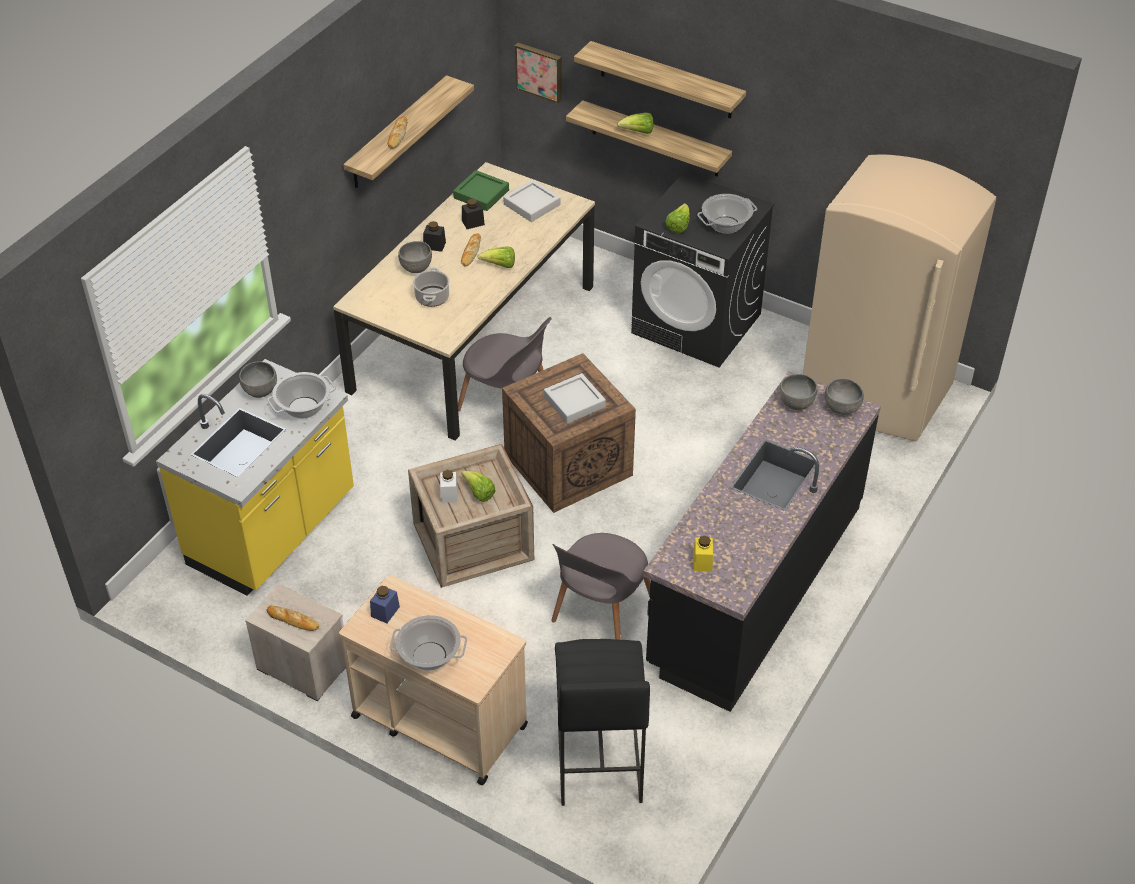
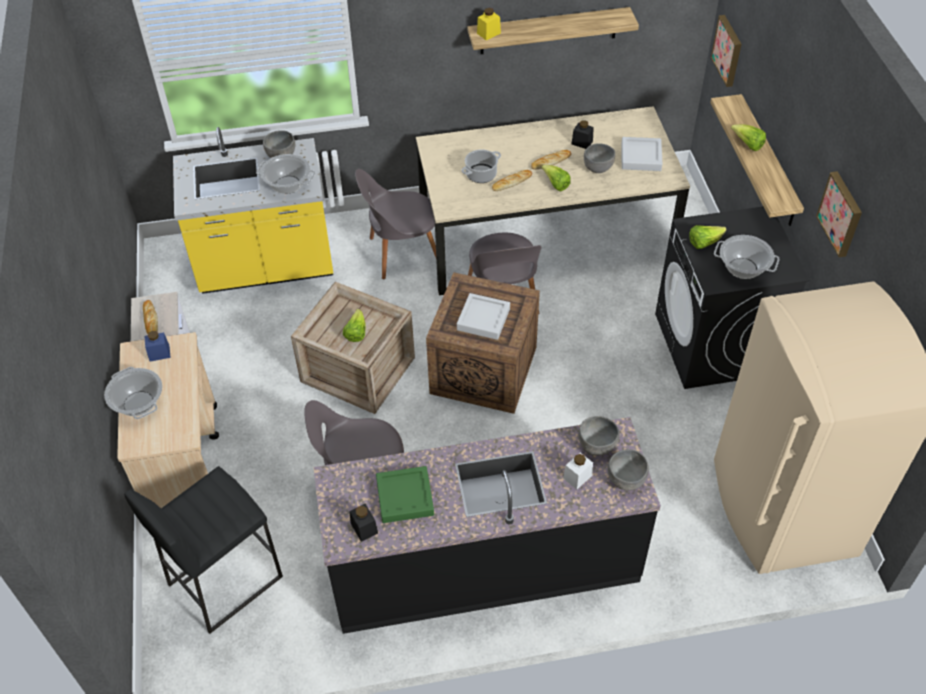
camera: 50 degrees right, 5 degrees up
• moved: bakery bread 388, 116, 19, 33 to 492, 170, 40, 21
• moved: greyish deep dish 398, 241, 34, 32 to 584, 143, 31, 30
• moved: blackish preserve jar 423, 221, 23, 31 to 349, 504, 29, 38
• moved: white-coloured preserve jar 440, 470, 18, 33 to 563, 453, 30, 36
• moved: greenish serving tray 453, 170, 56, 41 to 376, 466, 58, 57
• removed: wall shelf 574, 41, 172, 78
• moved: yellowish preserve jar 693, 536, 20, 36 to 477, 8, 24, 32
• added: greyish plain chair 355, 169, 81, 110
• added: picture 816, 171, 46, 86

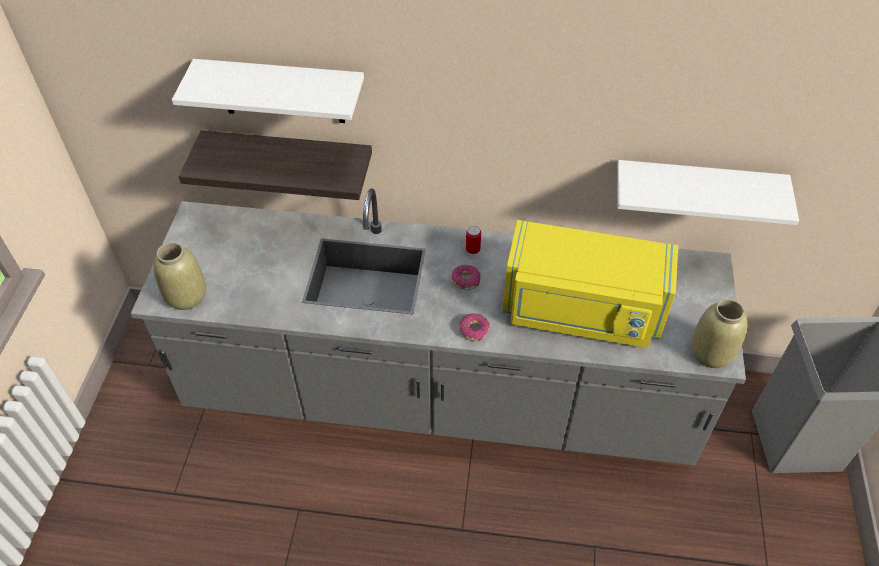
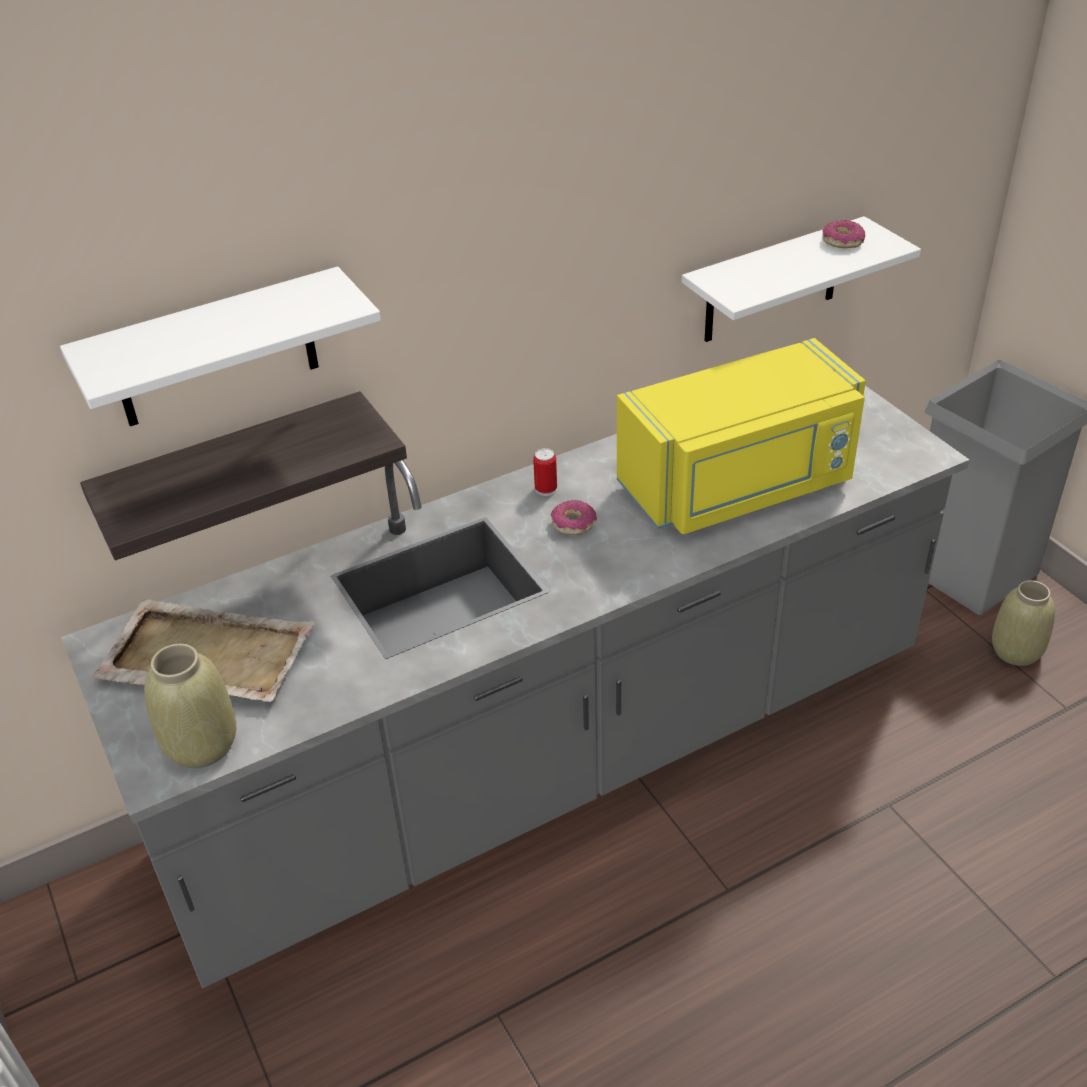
camera: 35 degrees left, 10 degrees down
• moved: donut 459, 313, 31, 28 to 822, 220, 43, 28
• moved: beige vase 691, 299, 56, 69 to 992, 580, 63, 86
• added: beige serving tray 92, 599, 223, 103

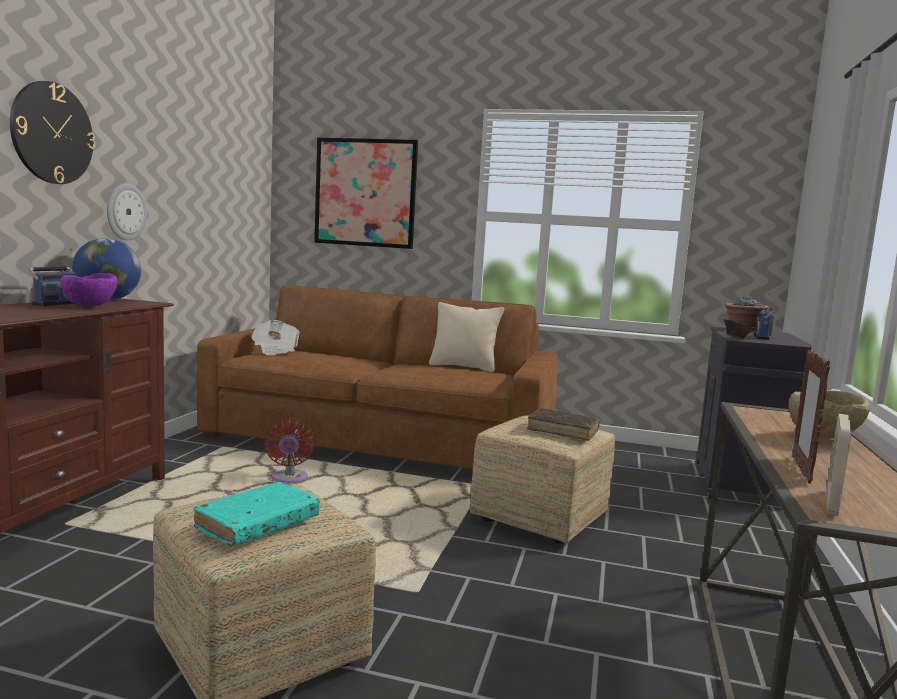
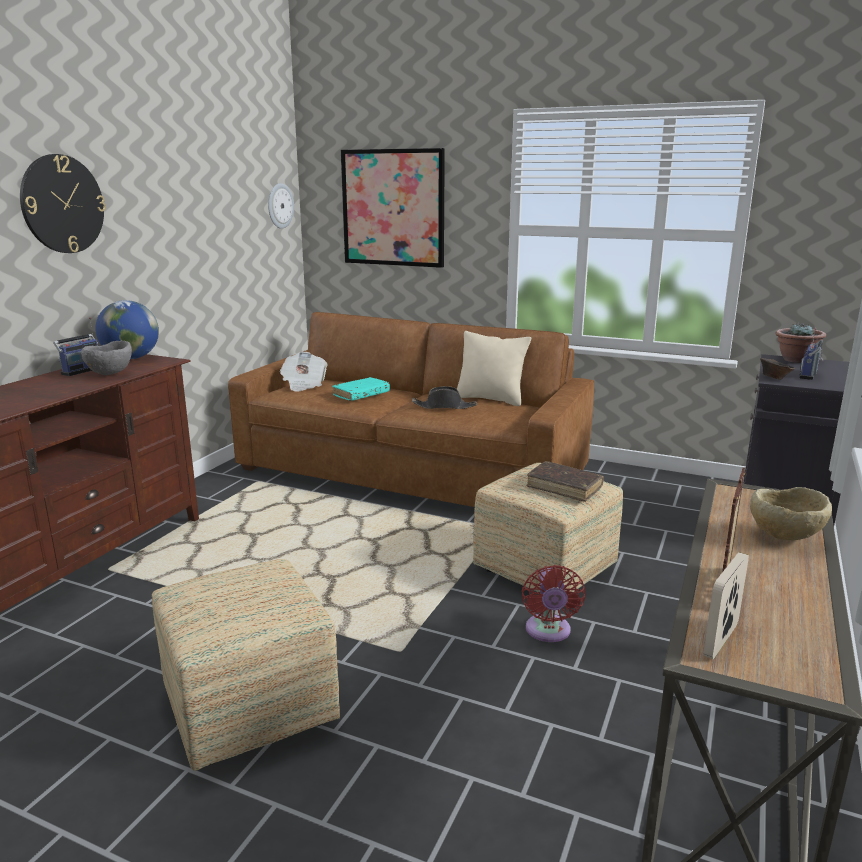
camera: 10 degrees right, 10 degrees up
• recoloured: purple deep dish 61, 273, 56, 34 to greyish deep dish 81, 341, 51, 34
• moved: wall clock 107, 183, 40, 57 to 268, 183, 26, 46
• moved: turquoise bound book 193, 482, 127, 64 to 332, 377, 58, 24
• moved: red cooling fan 264, 419, 50, 64 to 522, 565, 63, 77
• added: blackish clothing hat 412, 386, 65, 23

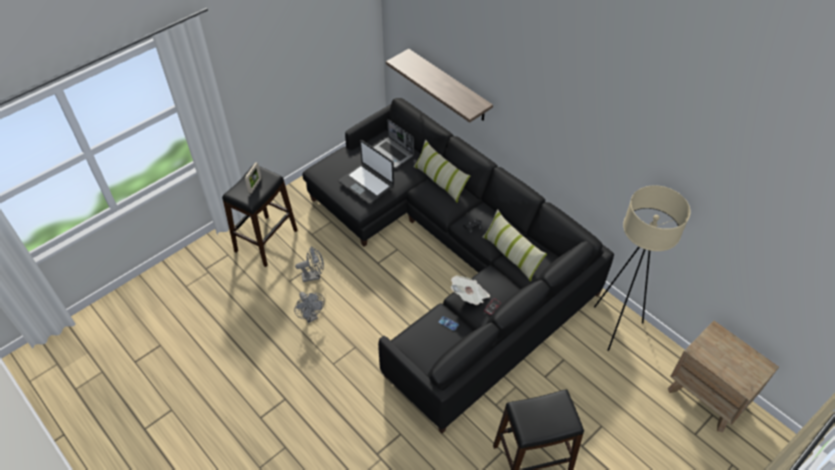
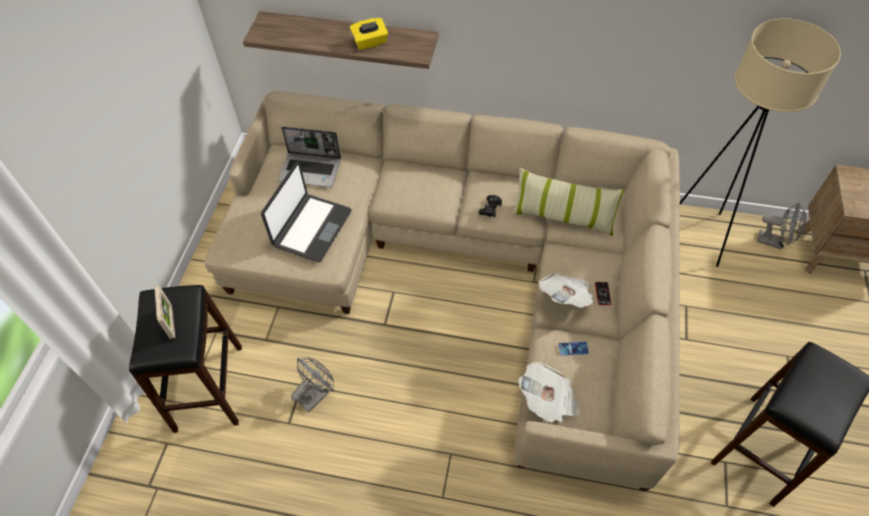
camera: 35 degrees left, 5 degrees up
• moved: greyish cooling fan 294, 292, 31, 31 to 757, 203, 49, 47
• recoloured: blackish settee 302, 98, 312, 335 to beige settee 205, 91, 475, 400
• turned: laptop 338, 140, 56, 64 = 261, 161, 91, 101 75 degrees counterclockwise
• removed: pillow 414, 140, 56, 63
• added: yellowish tissue holder 349, 18, 39, 32
• added: printed paper 519, 361, 61, 62

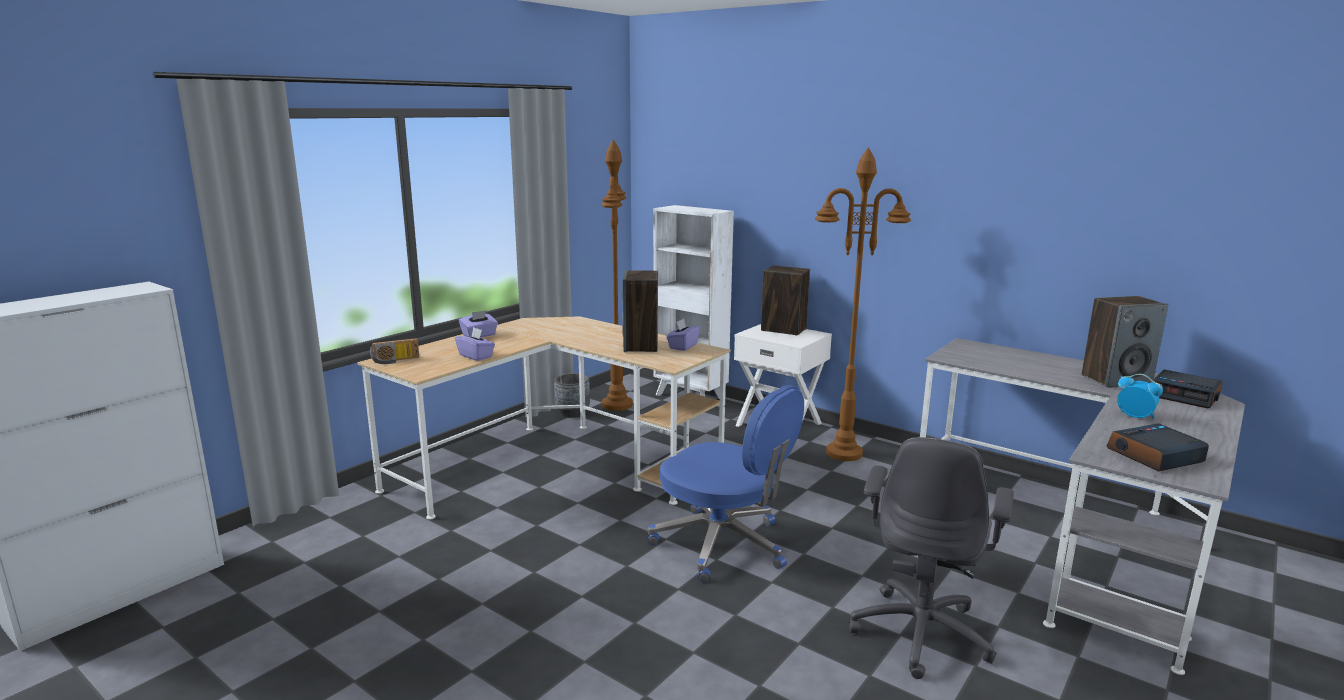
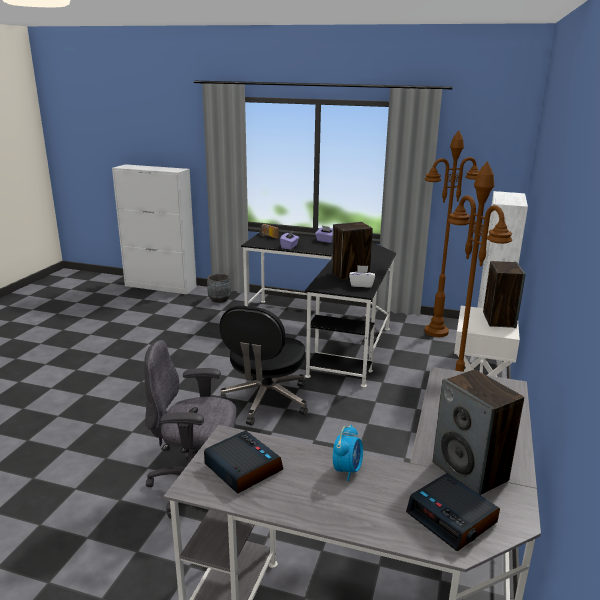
camera: 70 degrees right, 5 degrees up
• recoloured: beige desk 357, 316, 374, 204 to blackish desk 241, 232, 155, 155
• moved: greyish flower pot 554, 373, 36, 45 to 207, 274, 24, 29
• recoloured: bluish computer chair 648, 385, 156, 198 to blackish computer chair 220, 306, 88, 120
• recoloured: purple tissue holder 666, 318, 34, 33 to white-coloured tissue holder 349, 265, 26, 22
• turned: table clock 1153, 369, 70, 39 = 406, 473, 94, 78 60 degrees counterclockwise

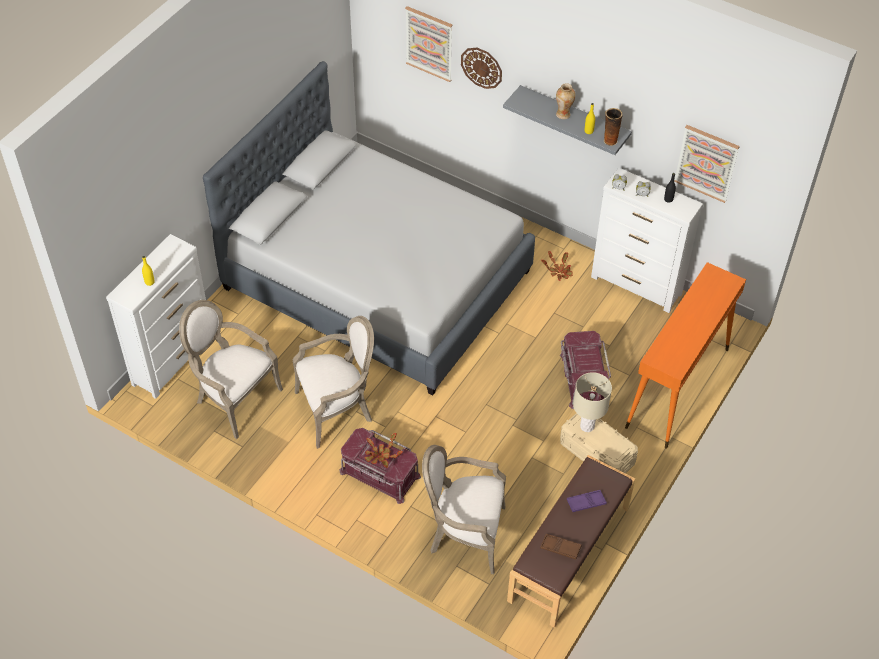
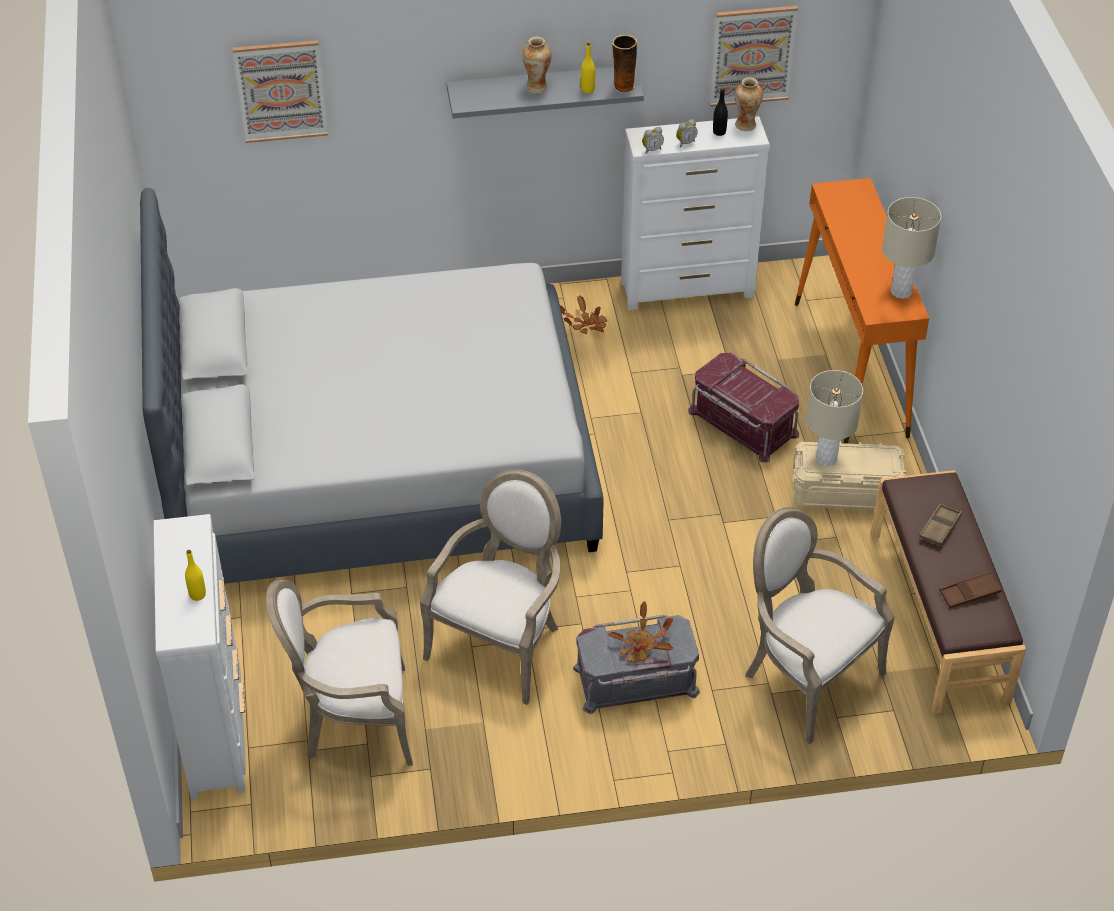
camera: 40 degrees left, 5 degrees down
• recoloured: red storage container 339, 428, 82, 76 to greyish storage container 573, 615, 127, 99
• turned: lounge chair 422, 445, 84, 129 = 745, 507, 150, 237 75 degrees clockwise
• removed: wall clock 461, 47, 41, 42
• recoloured: purple serving tray 567, 490, 40, 22 to brown serving tray 919, 503, 43, 43
• added: vase 735, 77, 28, 54
• added: beige lamp for a table 882, 197, 59, 102

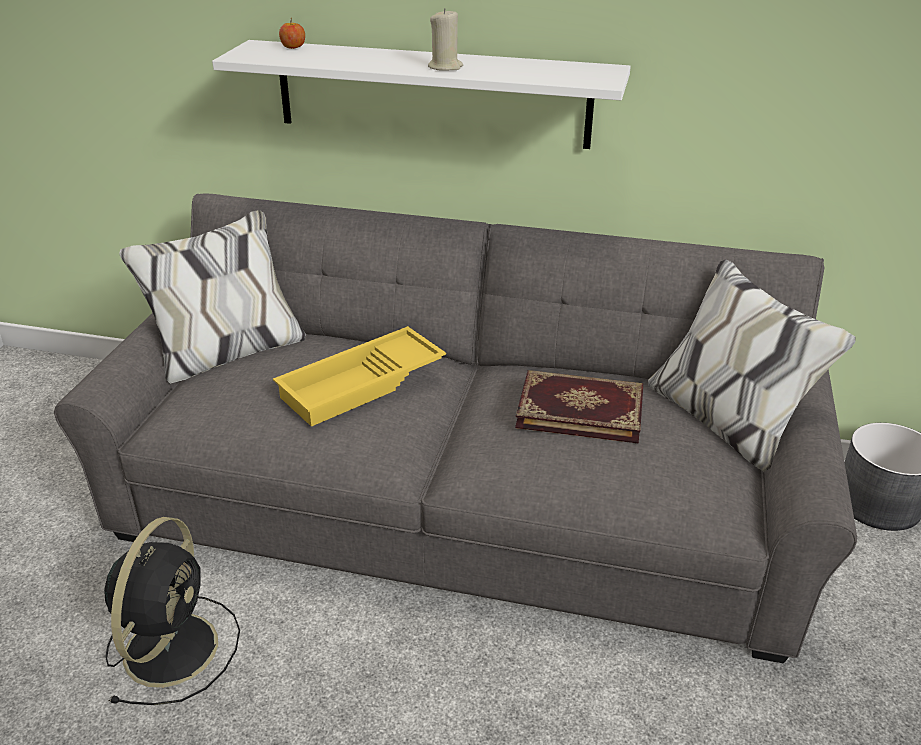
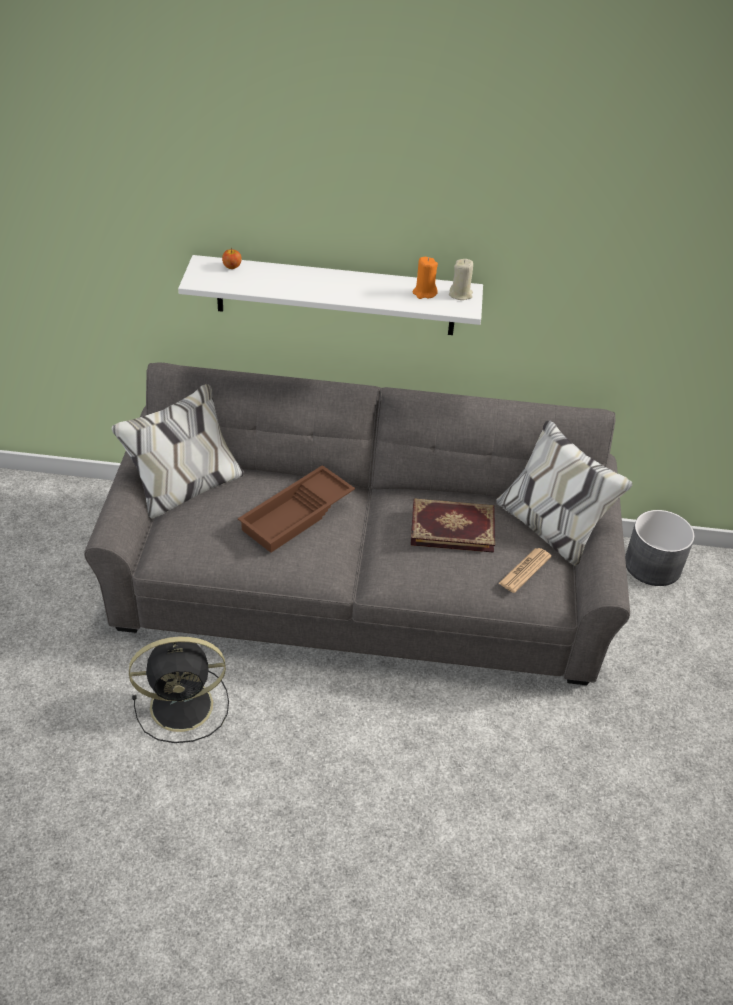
camera: 10 degrees left, 10 degrees up
• turned: blackish cooling fan 104, 517, 136, 188 = 129, 637, 100, 106 75 degrees clockwise
• recoloured: yellowish serving tray 273, 326, 173, 101 to brown serving tray 238, 465, 117, 88
• moved: beige wax candle 428, 8, 35, 63 to 449, 259, 24, 41
• added: orange wax candle 413, 257, 25, 42
• added: printed paper 498, 548, 54, 45

